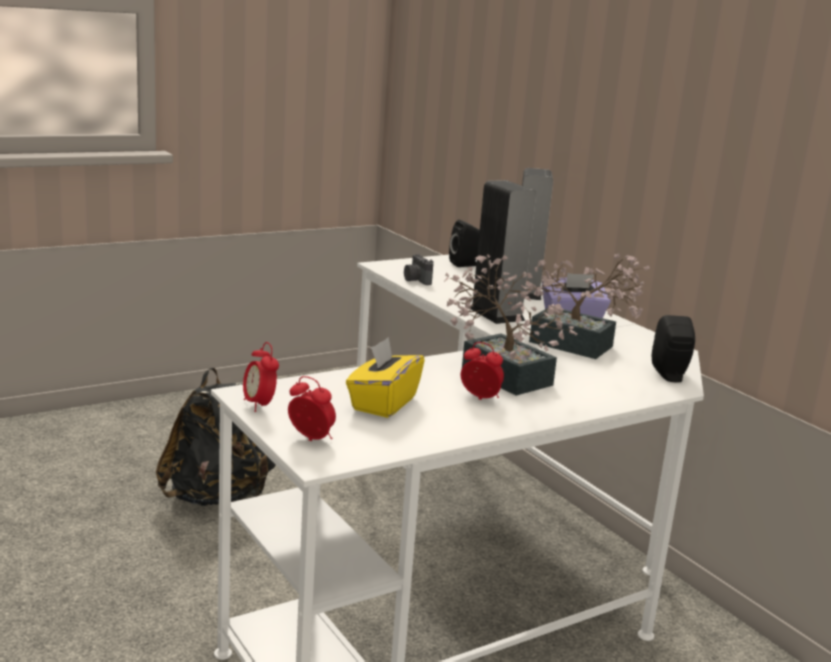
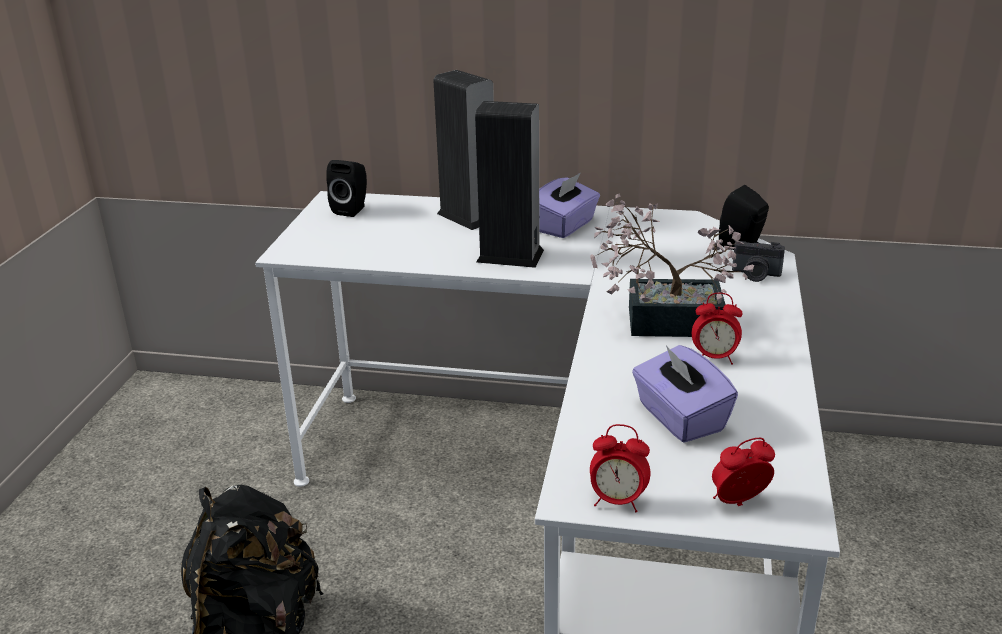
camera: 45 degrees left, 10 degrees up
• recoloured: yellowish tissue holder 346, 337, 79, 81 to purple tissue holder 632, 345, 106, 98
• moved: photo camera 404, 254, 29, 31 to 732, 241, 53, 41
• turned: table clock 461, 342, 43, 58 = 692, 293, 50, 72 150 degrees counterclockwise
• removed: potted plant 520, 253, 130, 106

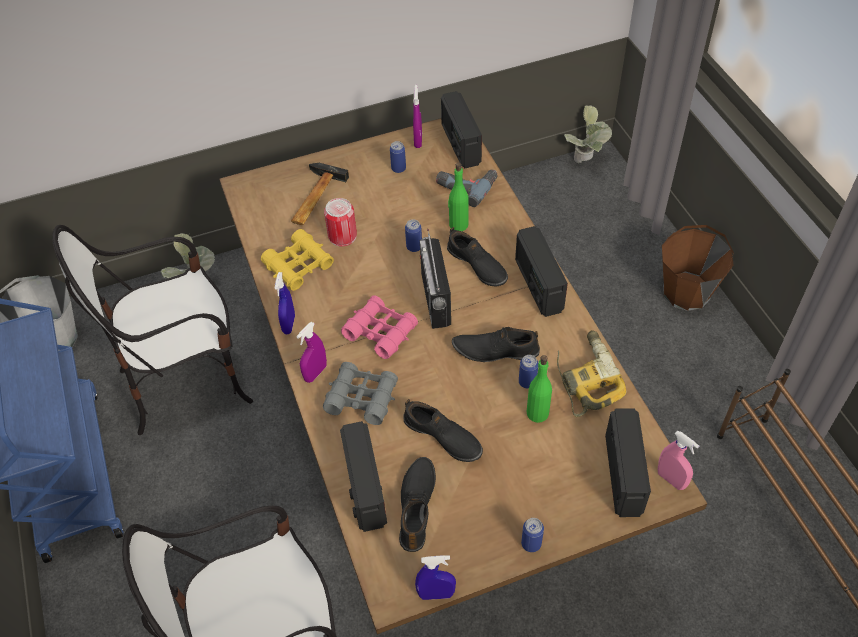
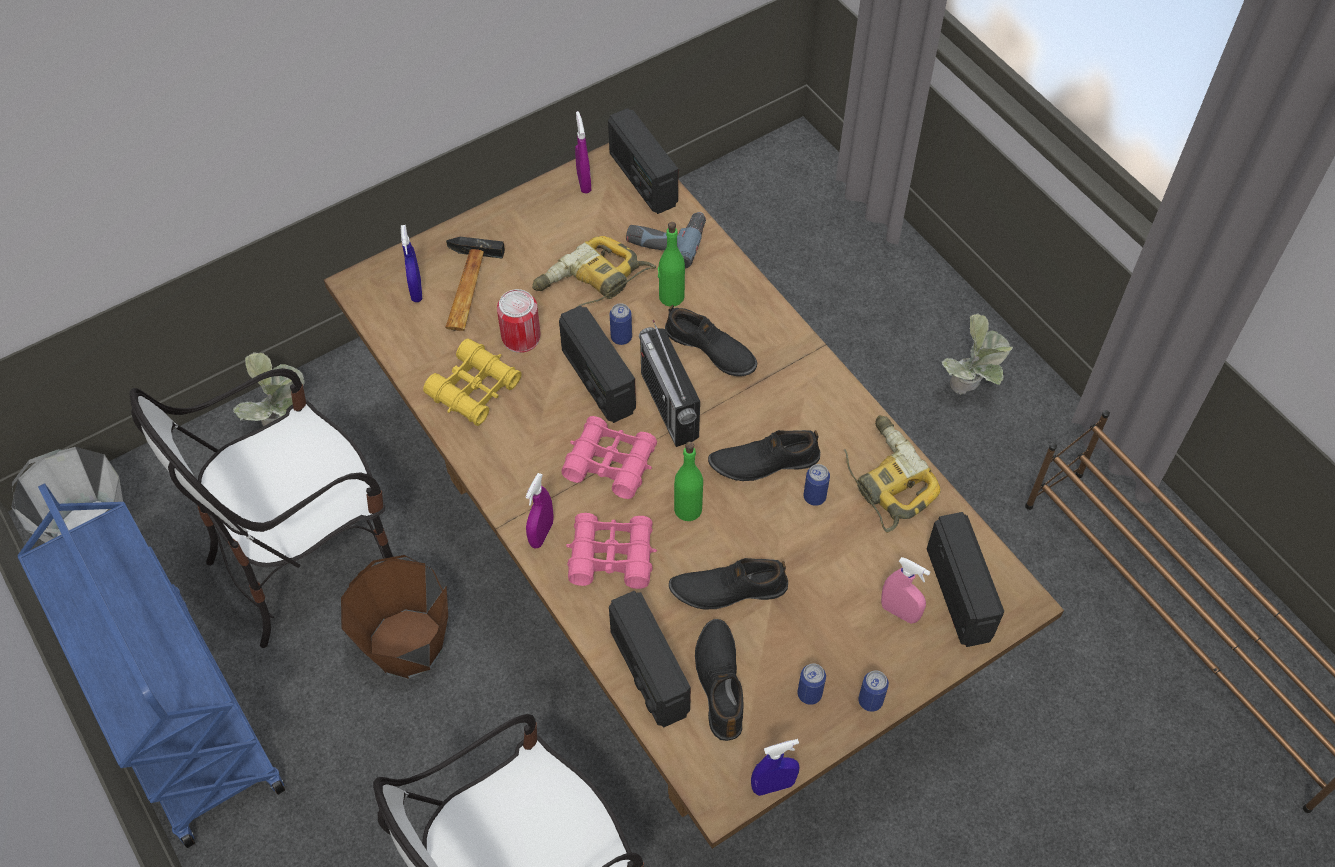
camera: 15 degrees left, 5 degrees up
• moved: bluish hand sprayer 275, 272, 20, 62 to 401, 225, 21, 77
• recoloured: greyish binoculars 323, 362, 75, 63 to pinkish binoculars 566, 513, 91, 76
• moved: metal can 390, 141, 16, 32 to 797, 663, 29, 42
• turned: blackish item of footwear 403, 399, 80, 63 = 669, 558, 119, 51 150 degrees clockwise
• moved: radio set 515, 226, 53, 91 to 559, 305, 77, 118
• moved: greenish drink bottle 527, 355, 25, 68 to 674, 442, 29, 79
• moved: potted plant 564, 105, 48, 59 to 942, 313, 71, 82
• moved: pinkish hand sprayer 657, 431, 42, 59 to 881, 557, 49, 67
• moved: brown bucket 662, 225, 72, 86 to 341, 555, 107, 124
• added: electric drill 532, 236, 124, 71

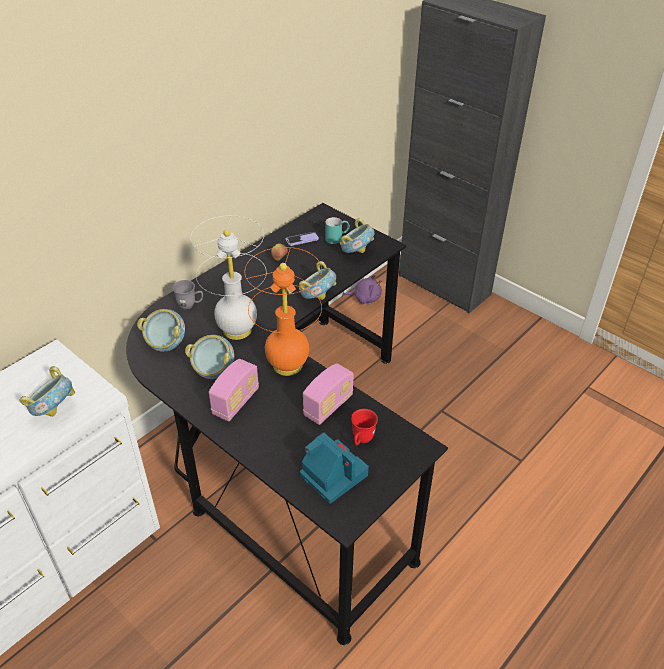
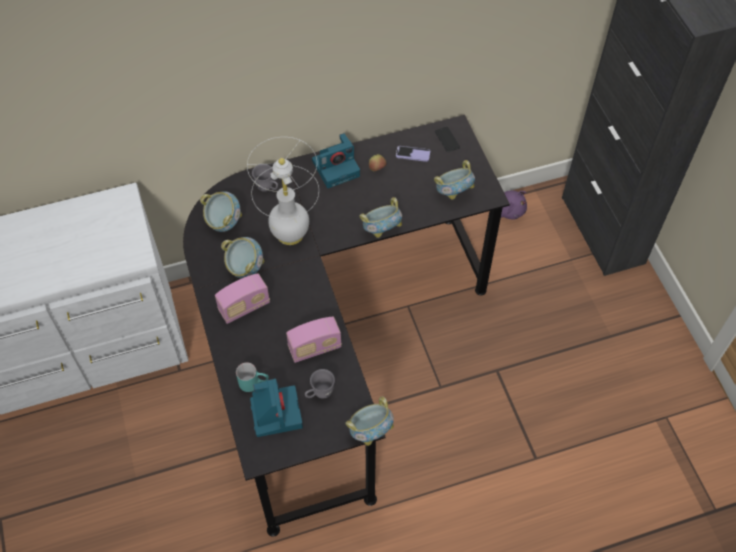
camera: 30 degrees right, 15 degrees up
• moved: deep dish 20, 366, 55, 51 to 345, 396, 49, 50
• removed: orange lamp for a table 245, 247, 77, 129
• moved: turquoise coffee mug 325, 217, 25, 27 to 236, 362, 33, 30
• recoloured: red coffee mug 351, 409, 27, 36 to greyish coffee mug 305, 369, 30, 30
• added: photo camera 312, 133, 48, 55

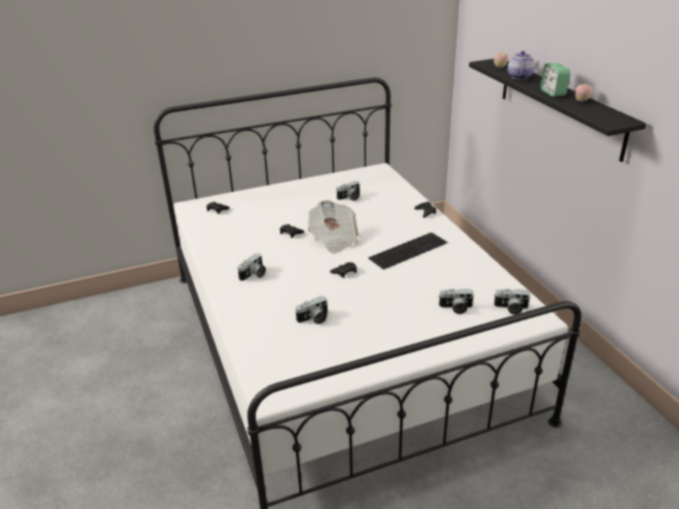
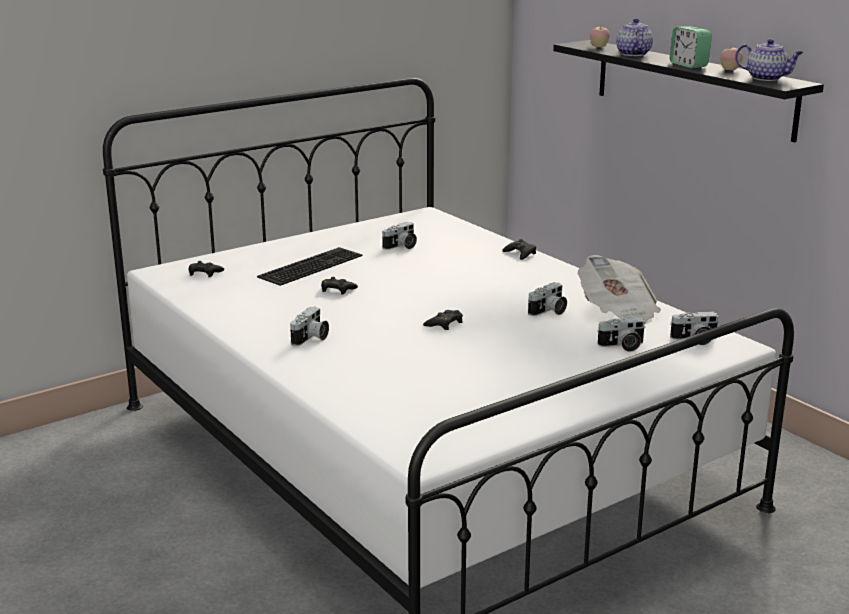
camera: 15 degrees left, 10 degrees down
• moved: photo camera 295, 296, 33, 28 to 528, 282, 39, 34
• moved: printed paper 308, 200, 51, 54 to 577, 255, 84, 69
• moved: keyboard 368, 232, 79, 38 to 257, 247, 105, 39
• added: teapot 735, 39, 68, 42

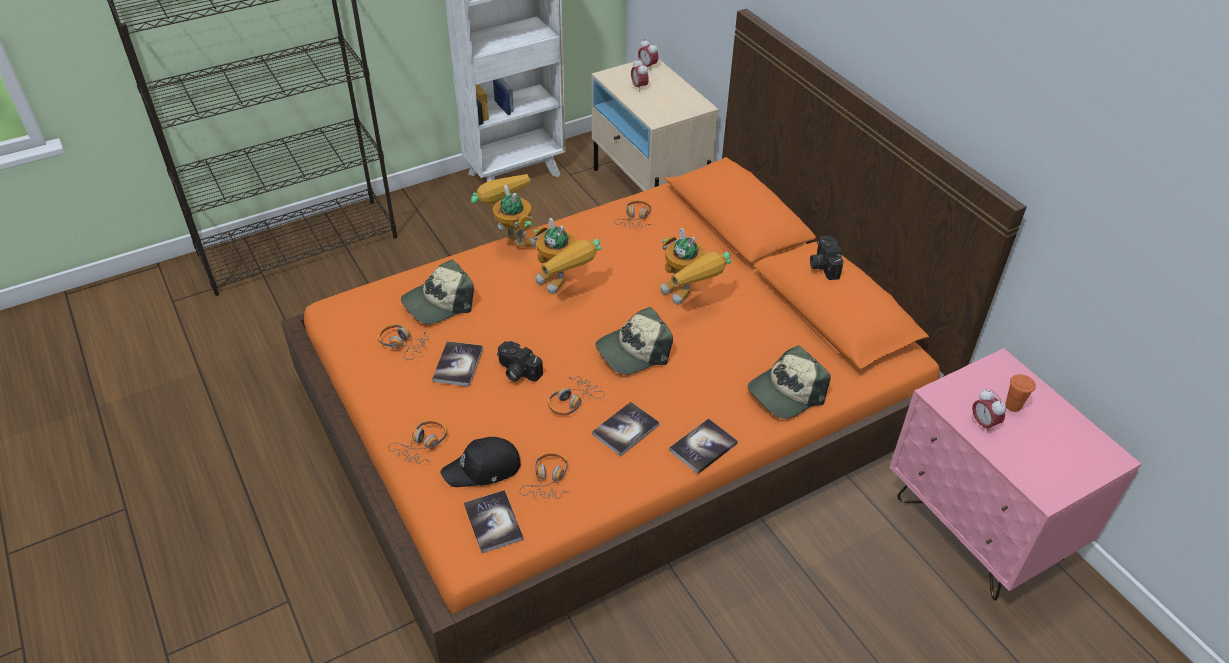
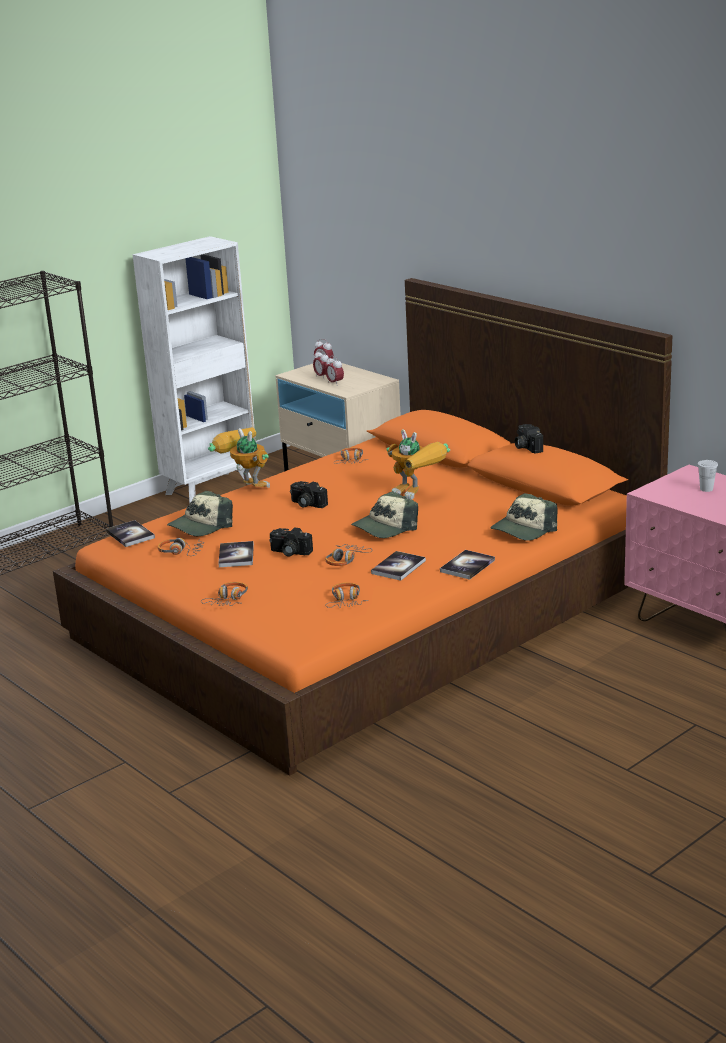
camera: 10 degrees left, 20 degrees down
• removed: blackish cap 441, 437, 80, 50
• moved: bound book 464, 490, 60, 63 to 106, 520, 49, 27
• replaced: toy robot 534, 218, 67, 76 to photo camera 290, 481, 38, 27
• moved: table clock 972, 389, 34, 44 to 325, 356, 19, 28
• recoloured: orange drinking cup 1005, 374, 31, 38 to white-coloured drinking cup 698, 460, 20, 32

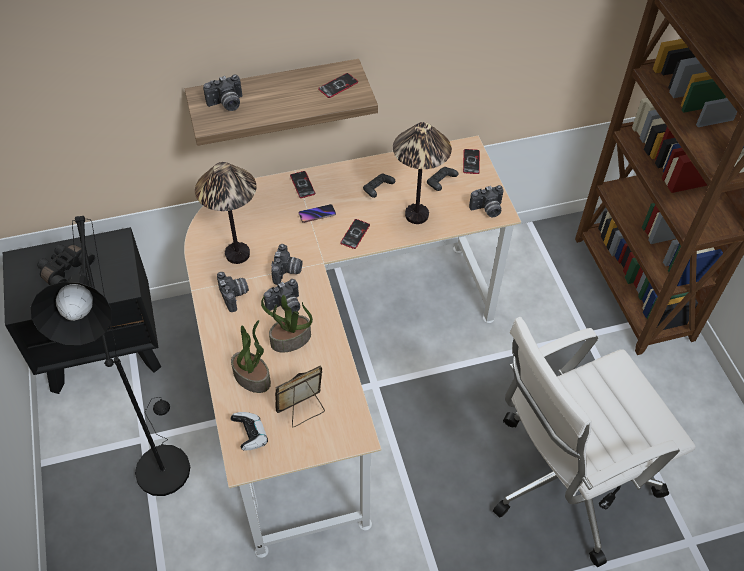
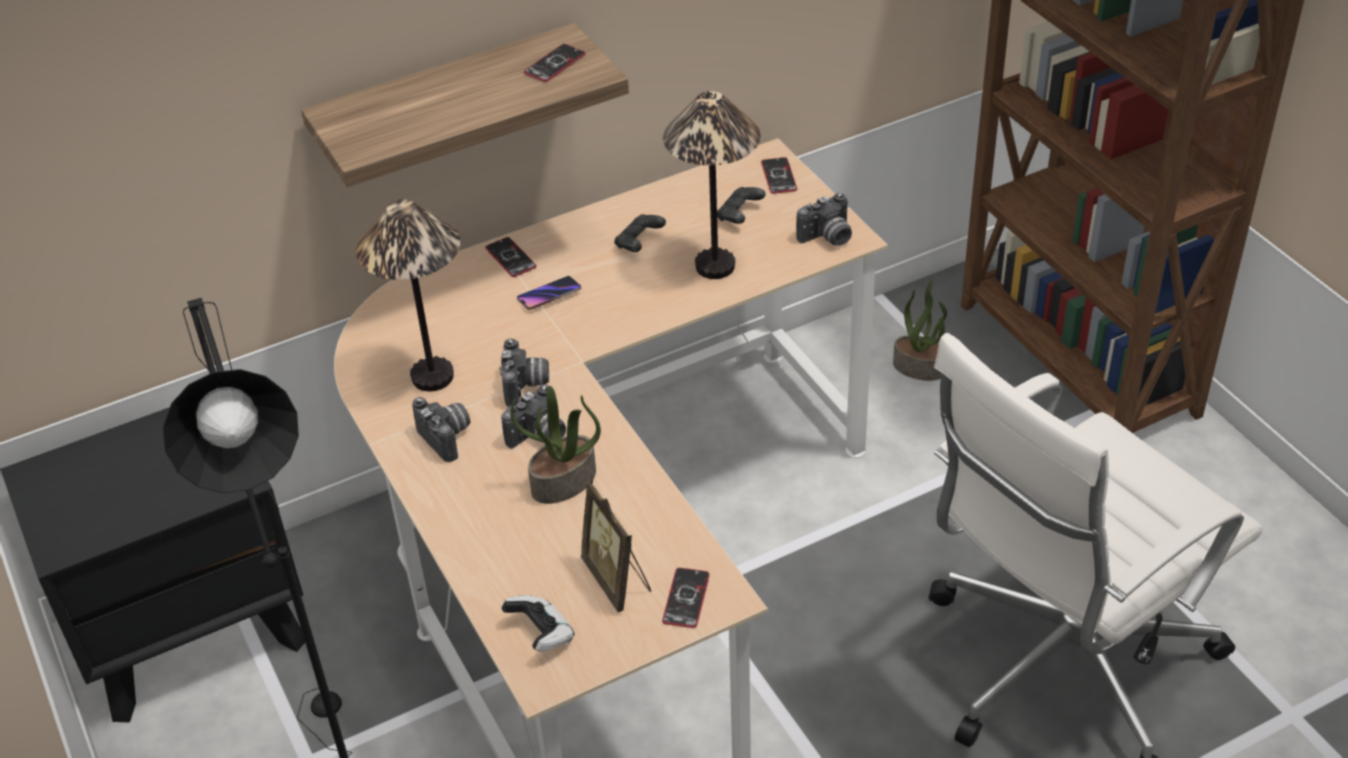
camera: 10 degrees left, 10 degrees down
• removed: blackish binoculars 37, 244, 58, 41
• removed: photo camera 203, 75, 39, 36
• moved: potted plant 231, 320, 40, 73 to 893, 280, 54, 101
• turned: photo frame 275, 365, 50, 63 = 581, 480, 70, 132 75 degrees counterclockwise
• moved: handset 340, 219, 30, 30 to 662, 568, 48, 60

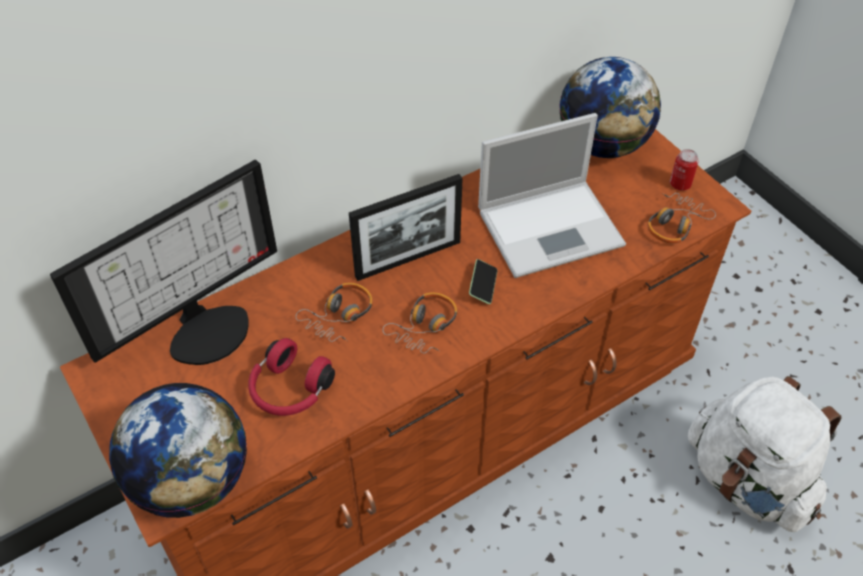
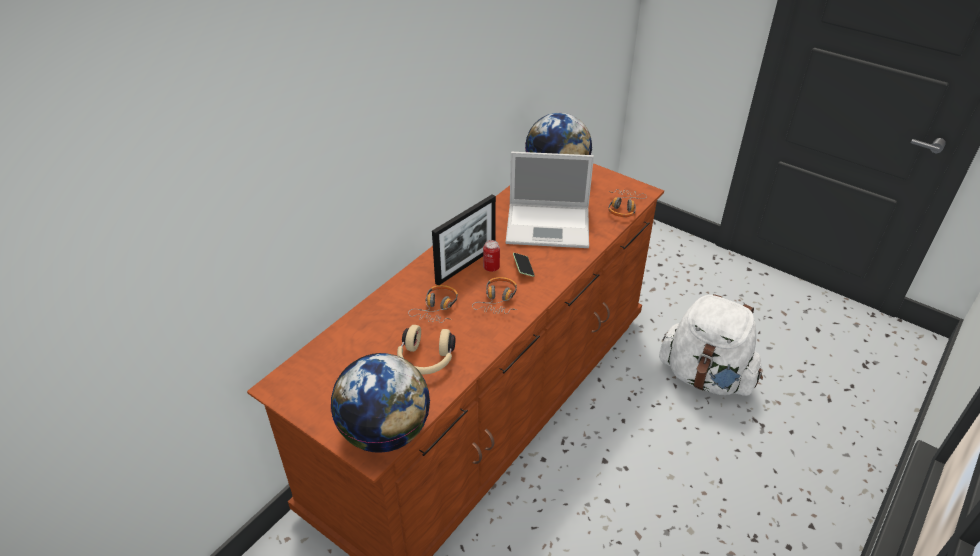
camera: 20 degrees left, 10 degrees down
• removed: monitor 50, 160, 227, 205
• recoloured: red headset 248, 338, 87, 78 to beige headset 397, 325, 58, 49
• turned: laptop 478, 113, 148, 165 = 506, 152, 88, 96 45 degrees clockwise
• moved: metal can 670, 149, 29, 42 to 483, 240, 17, 32

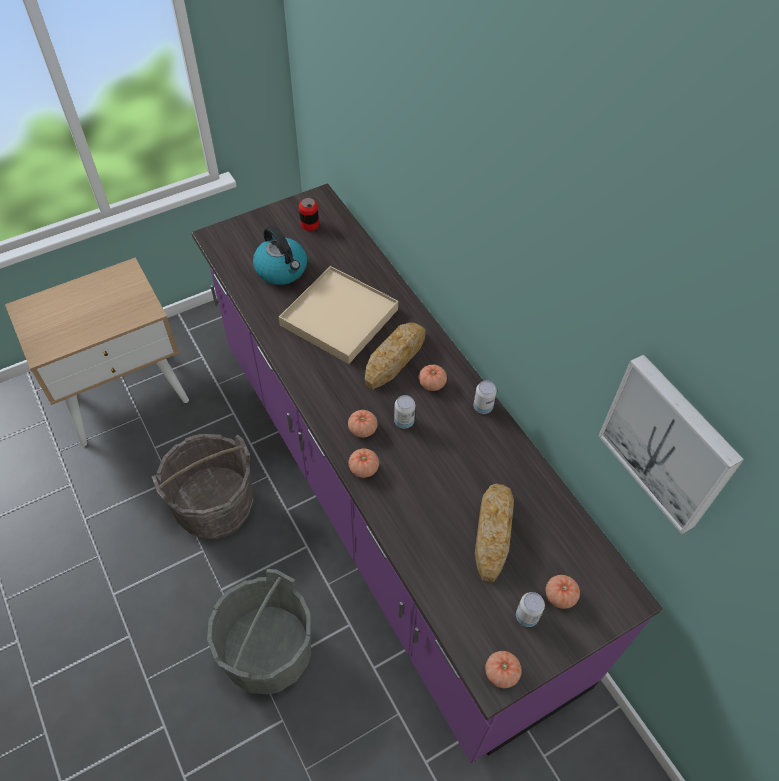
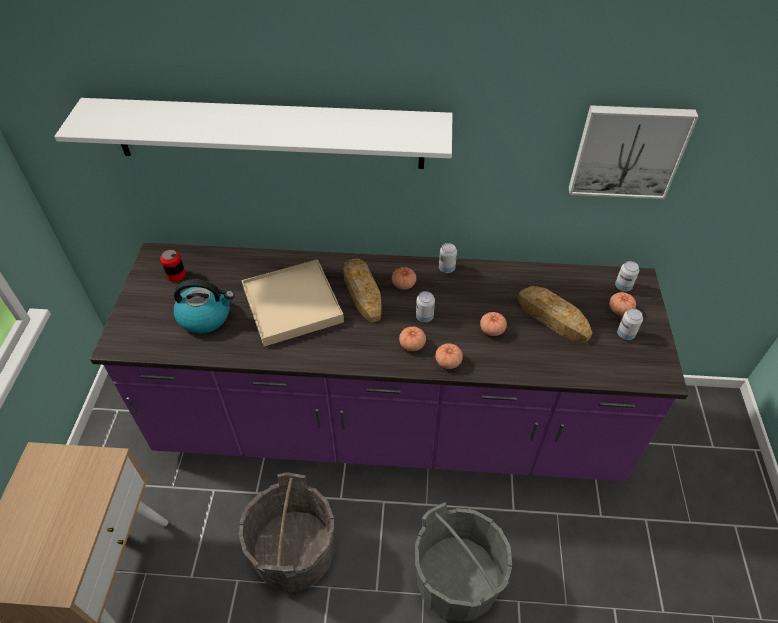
camera: 55 degrees left, 5 degrees down
• moved: whole tomato 485, 651, 37, 37 to 480, 312, 27, 24
• added: white-coloured wall shelf 54, 98, 399, 71
• added: metal can 615, 261, 24, 30

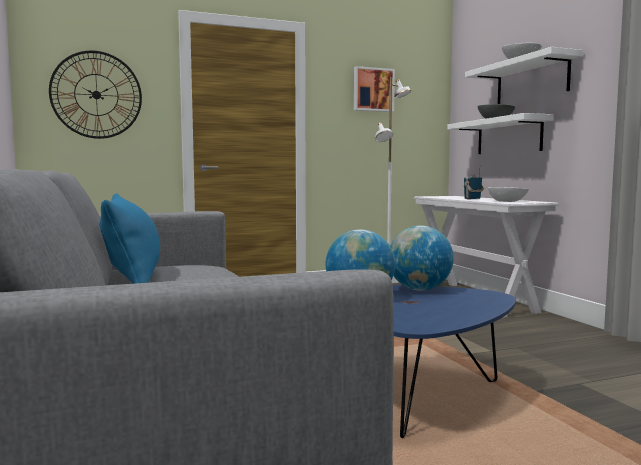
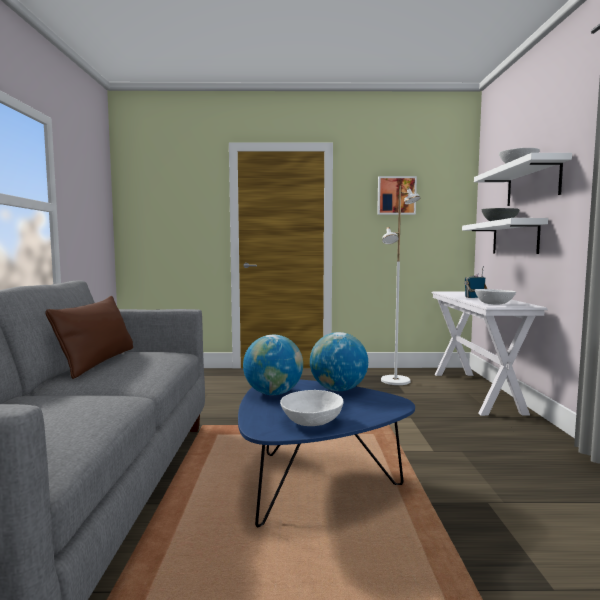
camera: 20 degrees right, 0 degrees up
• removed: wall clock 49, 51, 93, 88
• recoloured: bluish pillow 99, 193, 61, 91 to brown pillow 45, 296, 88, 83
• added: white-coloured deep dish 280, 390, 64, 36

